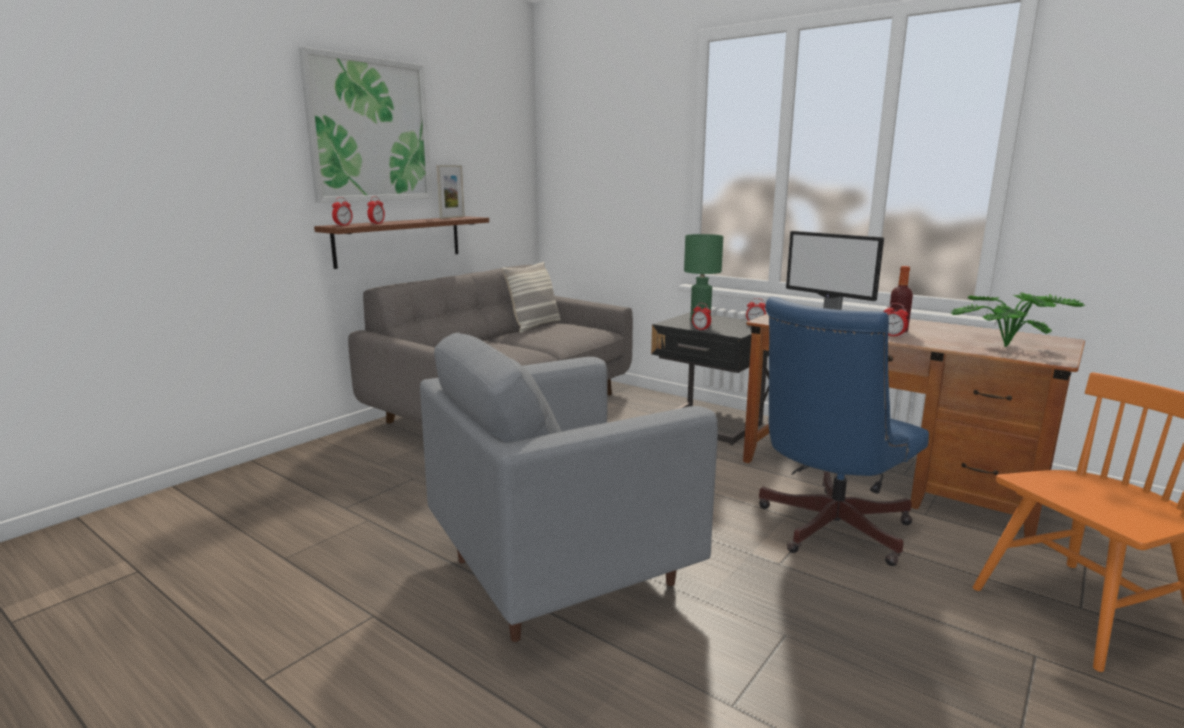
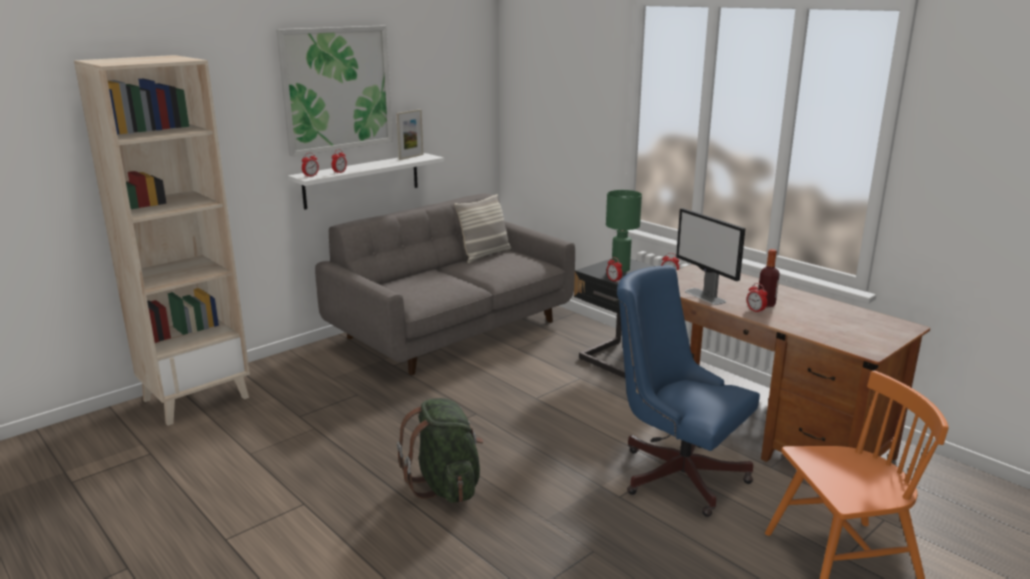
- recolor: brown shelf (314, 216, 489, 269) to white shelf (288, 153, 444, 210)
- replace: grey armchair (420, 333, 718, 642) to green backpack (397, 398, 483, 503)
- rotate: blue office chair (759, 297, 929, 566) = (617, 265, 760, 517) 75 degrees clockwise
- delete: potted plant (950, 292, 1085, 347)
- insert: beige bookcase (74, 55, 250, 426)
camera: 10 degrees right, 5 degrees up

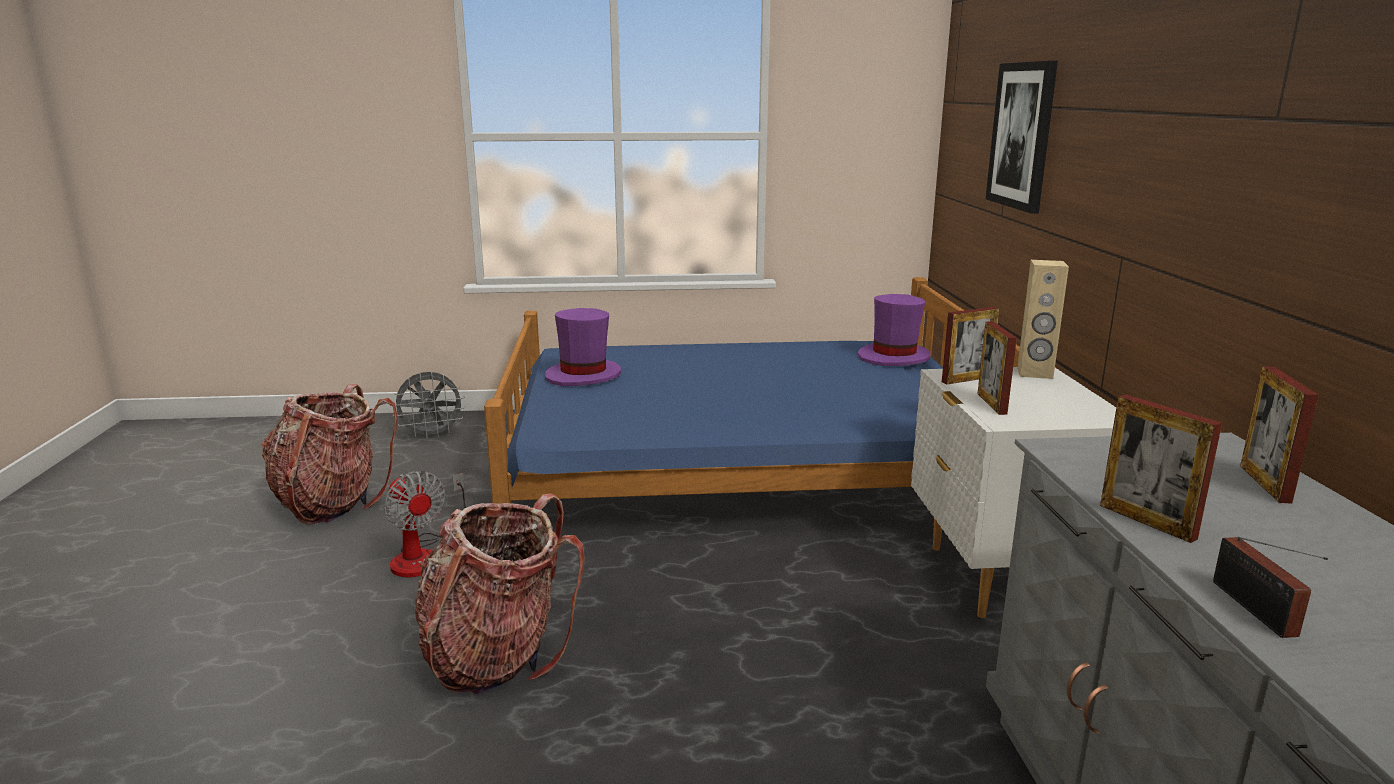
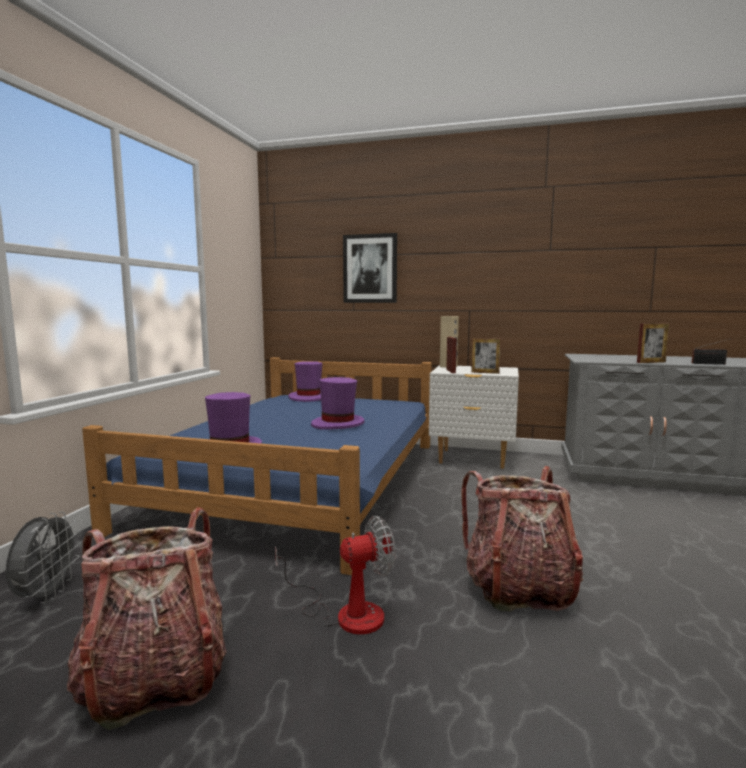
- delete: picture frame (1240, 366, 1319, 504)
- insert: purple hat (311, 377, 364, 429)
camera: 70 degrees left, 10 degrees down

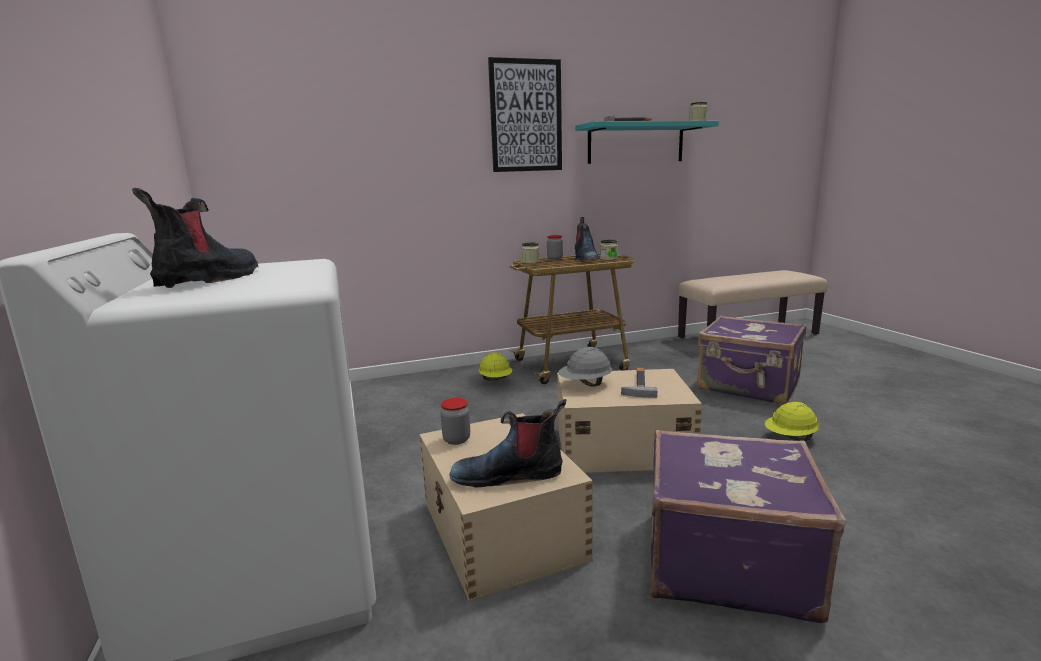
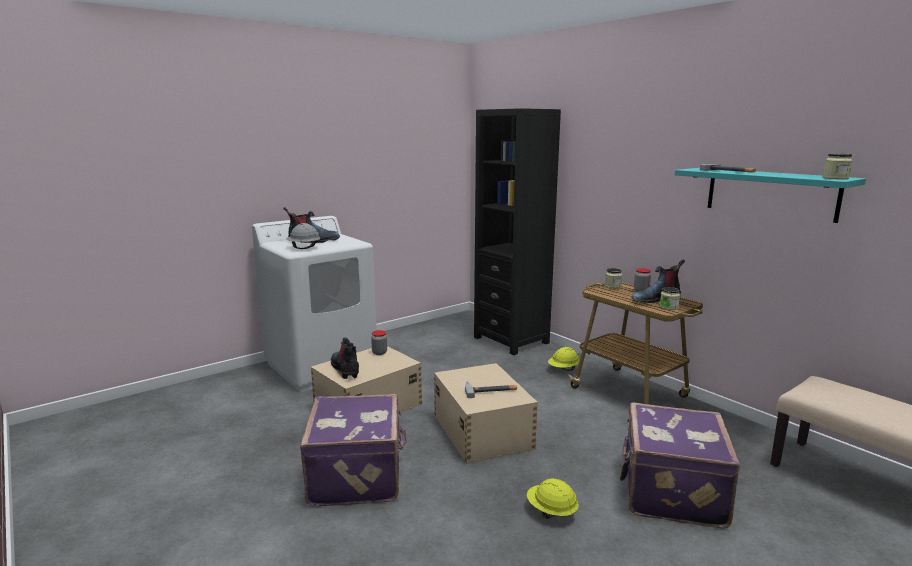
- delete: picture (488, 57, 562, 172)
- move: grey hard hat (558, 347, 612, 387) to (286, 223, 321, 249)
- insert: black bookcase (474, 108, 561, 355)
camera: 70 degrees right, 0 degrees up

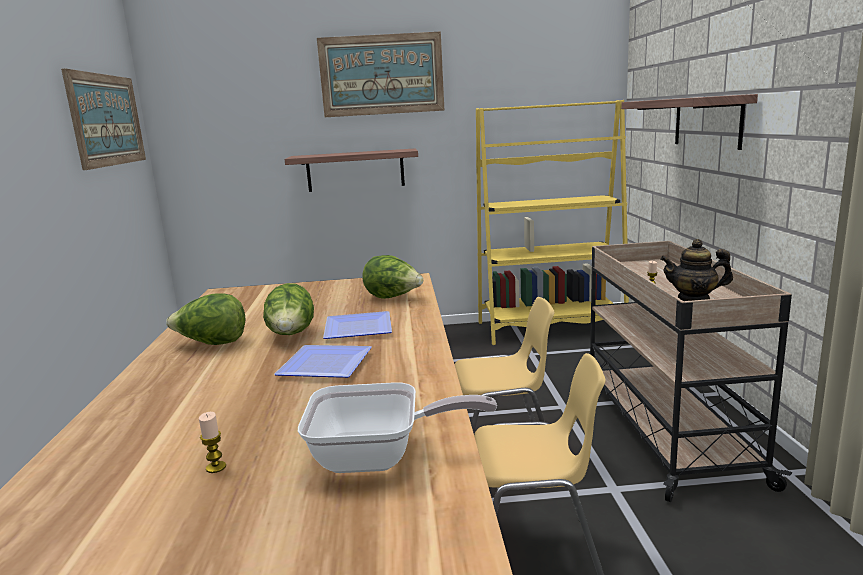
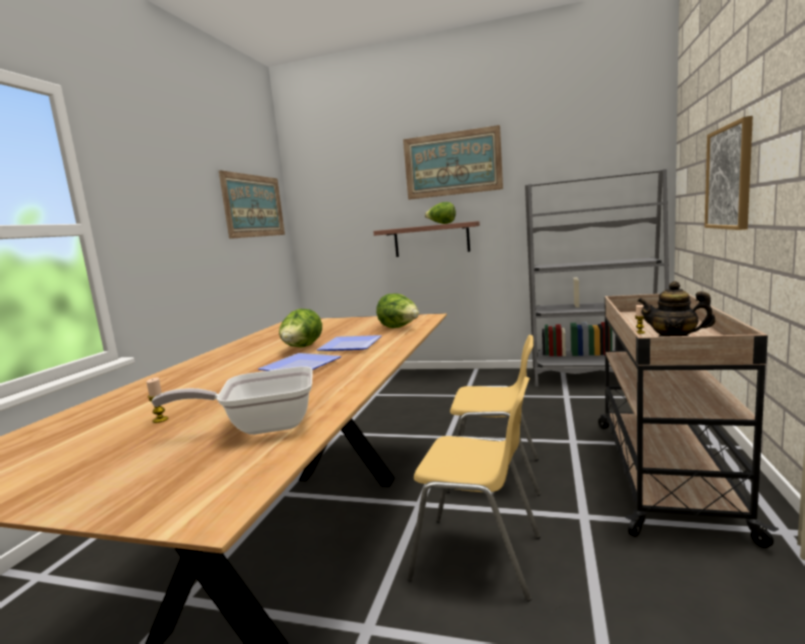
- move: lettuce (166, 294, 245, 345) to (425, 202, 456, 224)
- rotate: frying pan (298, 382, 497, 473) = (151, 366, 313, 435) 150 degrees clockwise
- recolor: yellow bookcase (476, 100, 629, 345) to grey bookcase (525, 169, 669, 387)
- replace: shelf (621, 94, 758, 150) to picture (705, 116, 753, 230)
camera: 20 degrees right, 5 degrees down

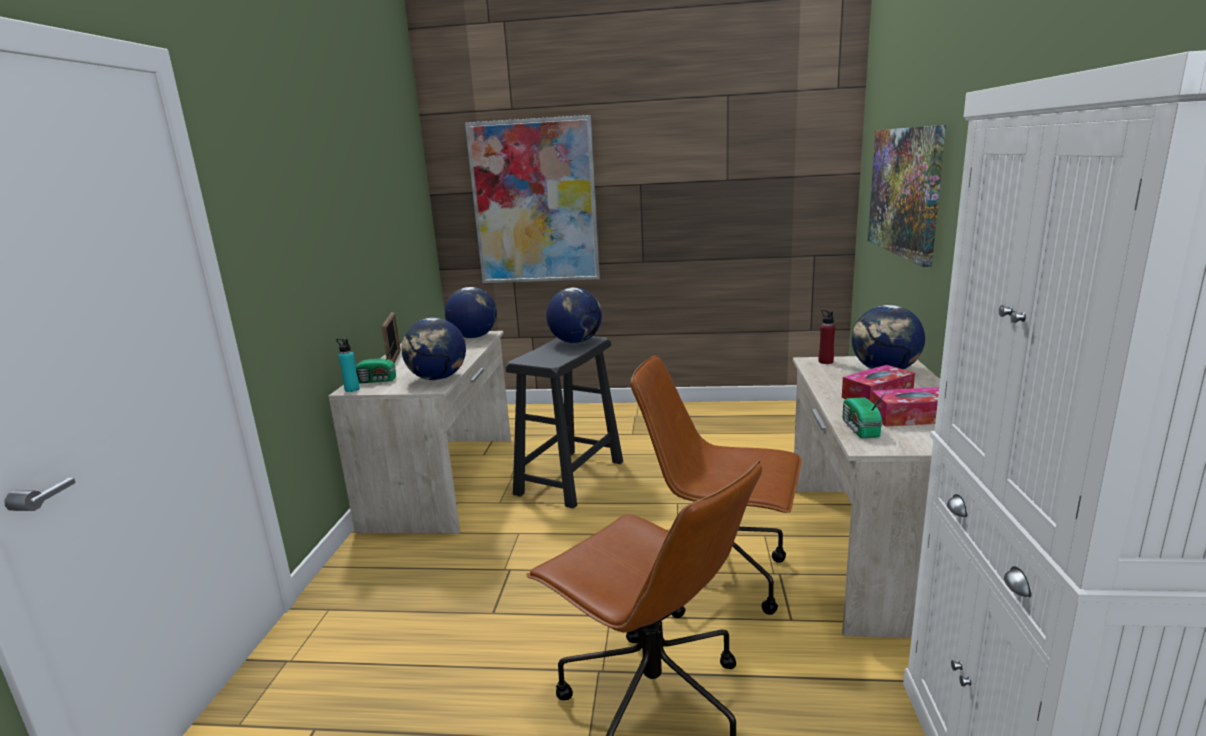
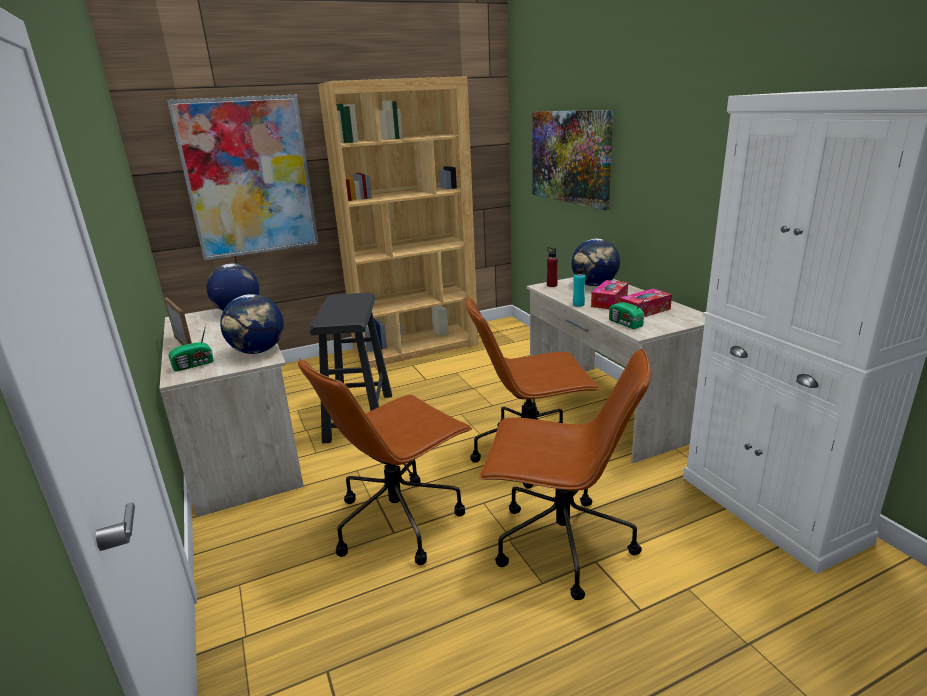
- move: turquoise bottle (336, 338, 360, 392) to (573, 263, 585, 307)
- delete: globe (546, 287, 602, 343)
- insert: brown office chair (298, 358, 473, 565)
- insert: brown bookcase (318, 76, 478, 368)
camera: 30 degrees left, 5 degrees up

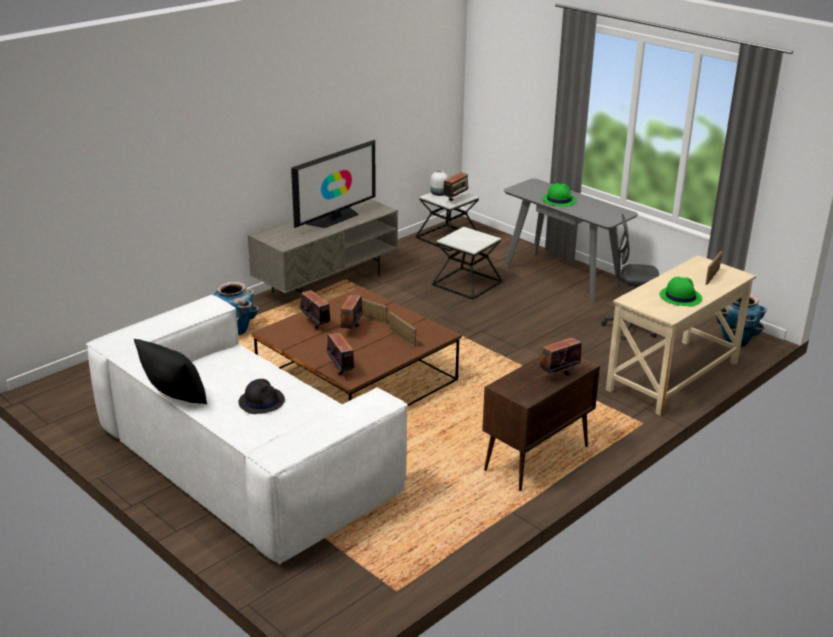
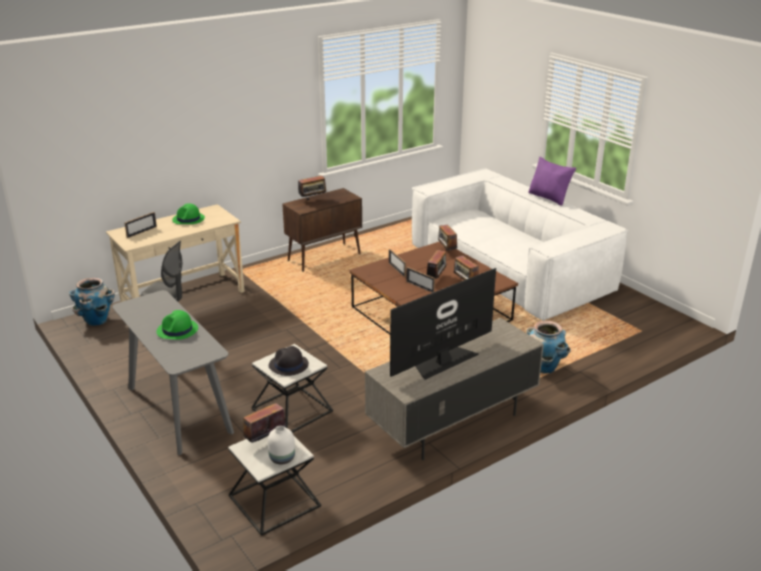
- recolor: black pillow (134, 339, 207, 404) to purple pillow (528, 157, 576, 206)
- move: black hat (238, 379, 285, 414) to (269, 346, 309, 376)
camera: 170 degrees left, 0 degrees up

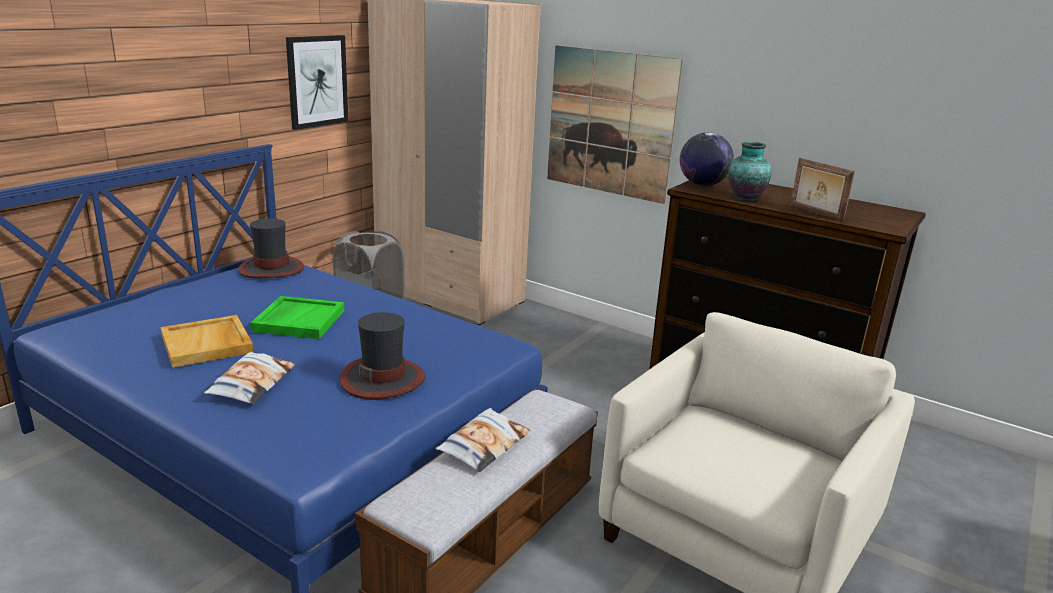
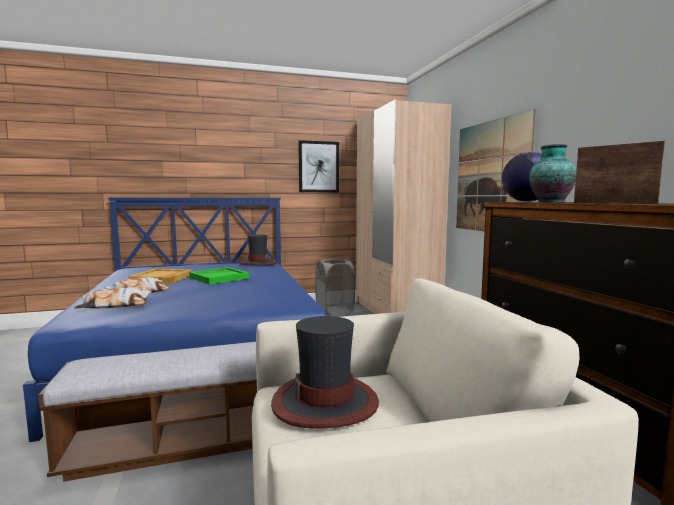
- move: hat (340, 312, 425, 400) to (271, 316, 379, 429)
- move: pillow (435, 408, 531, 472) to (74, 288, 151, 309)
- rotate: picture frame (790, 158, 855, 221) = (574, 141, 665, 204) 135 degrees clockwise
camera: 40 degrees right, 15 degrees down

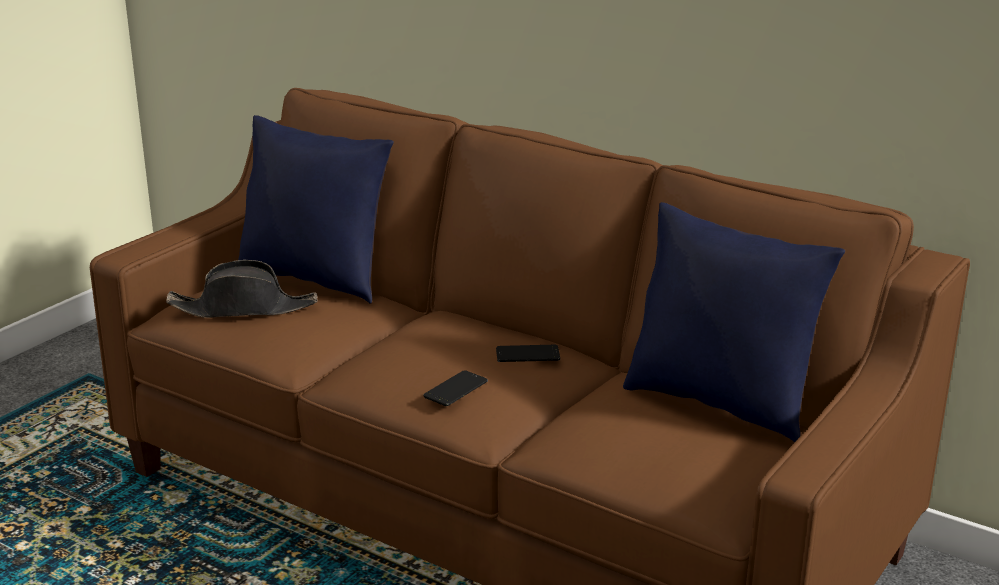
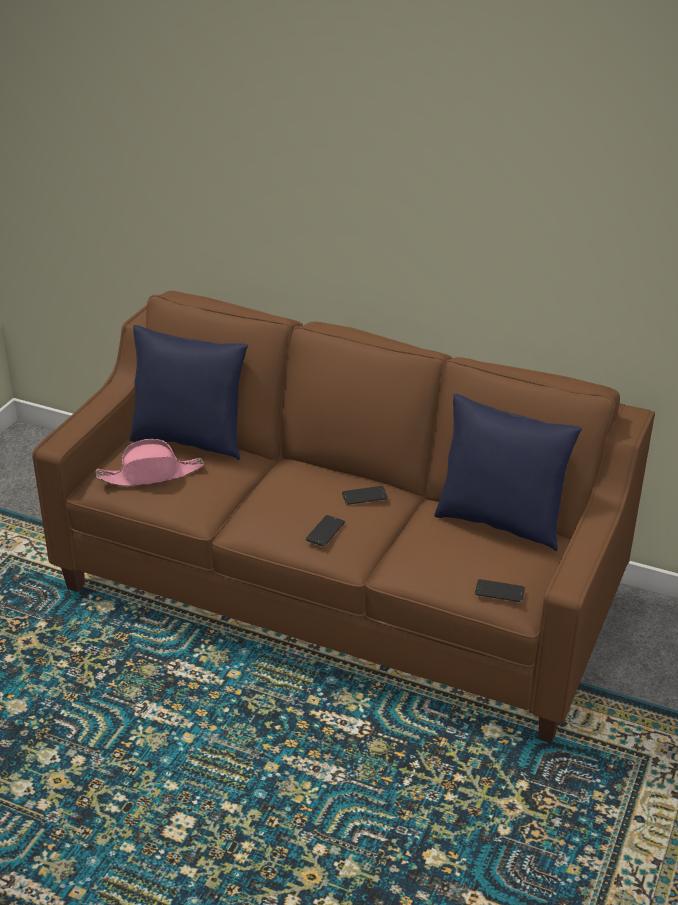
- recolor: black hat (166, 260, 318, 318) to pink hat (96, 439, 204, 487)
- insert: phone (475, 579, 525, 602)
camera: 10 degrees left, 10 degrees up

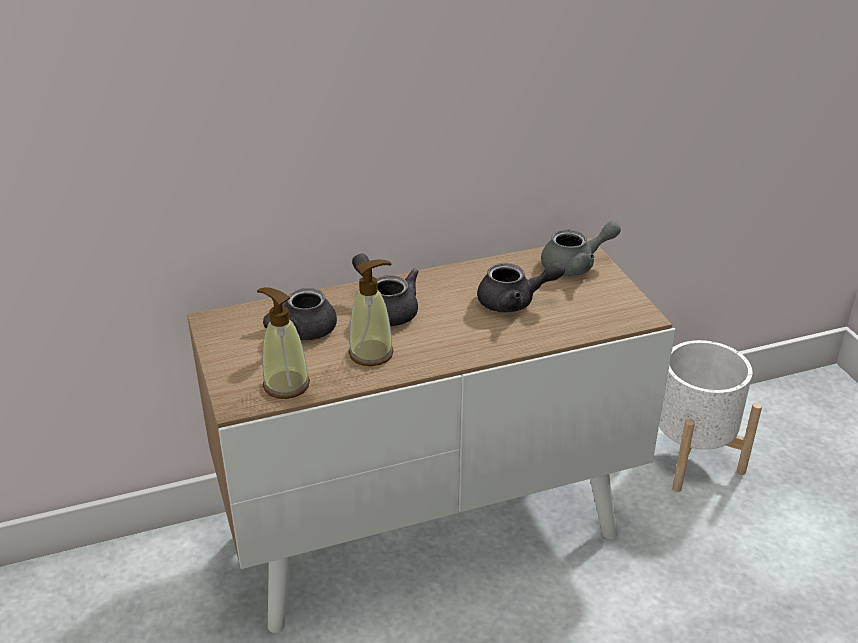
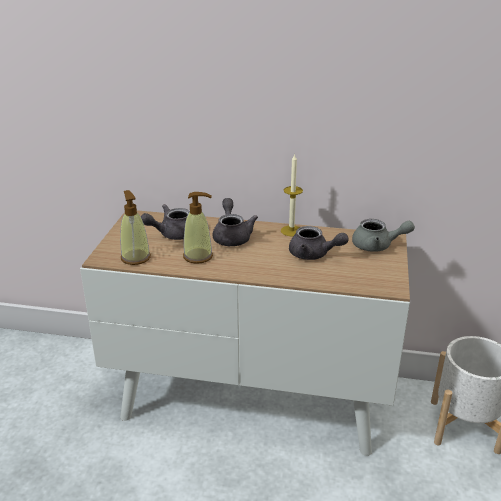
- insert: candle (281, 154, 303, 236)
camera: 30 degrees right, 5 degrees down

